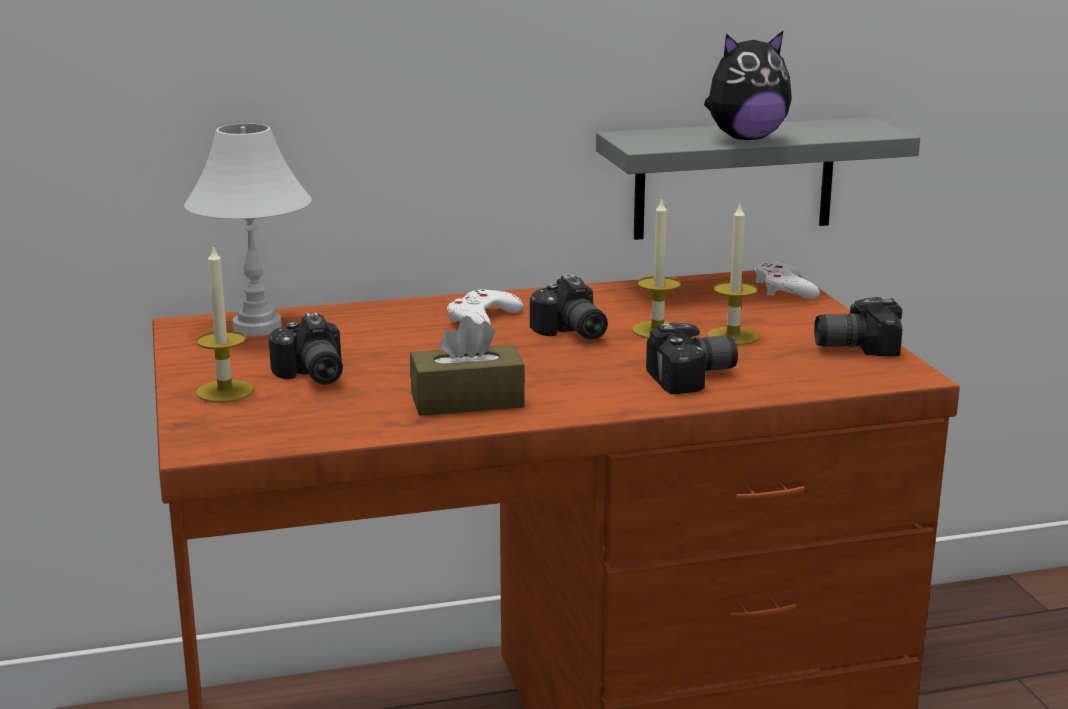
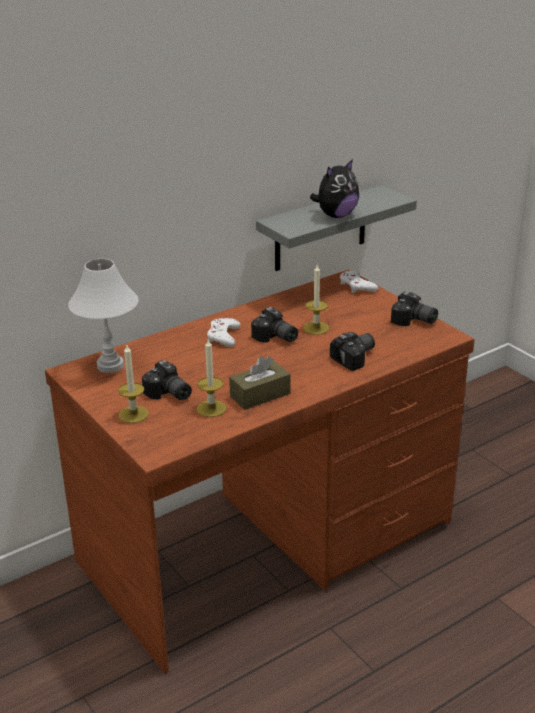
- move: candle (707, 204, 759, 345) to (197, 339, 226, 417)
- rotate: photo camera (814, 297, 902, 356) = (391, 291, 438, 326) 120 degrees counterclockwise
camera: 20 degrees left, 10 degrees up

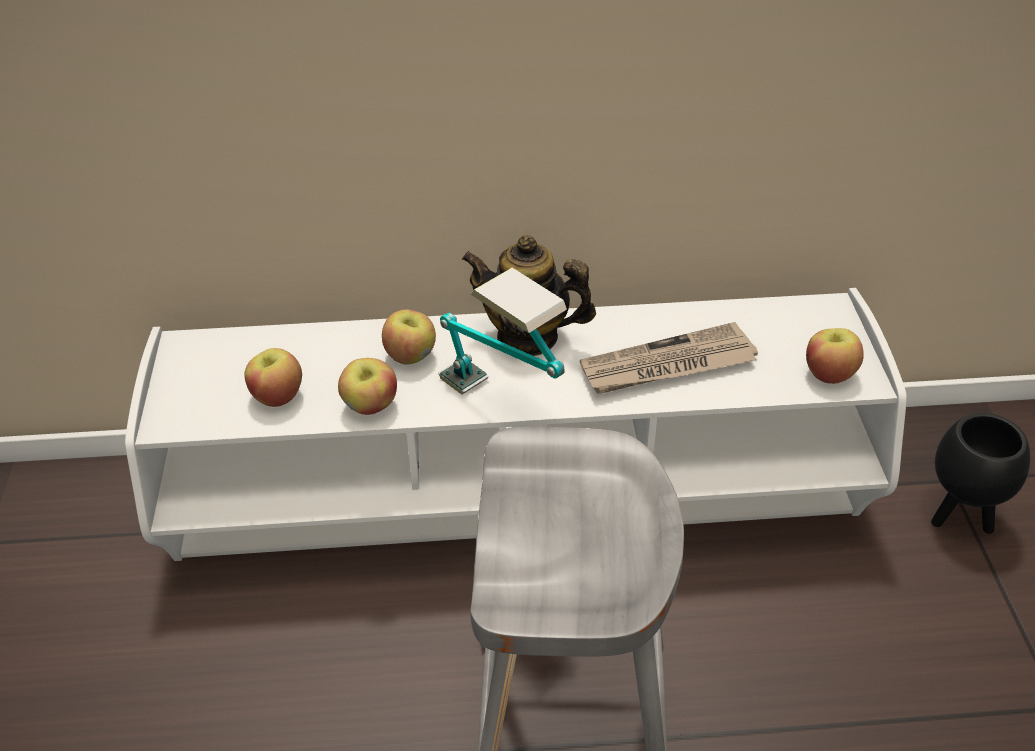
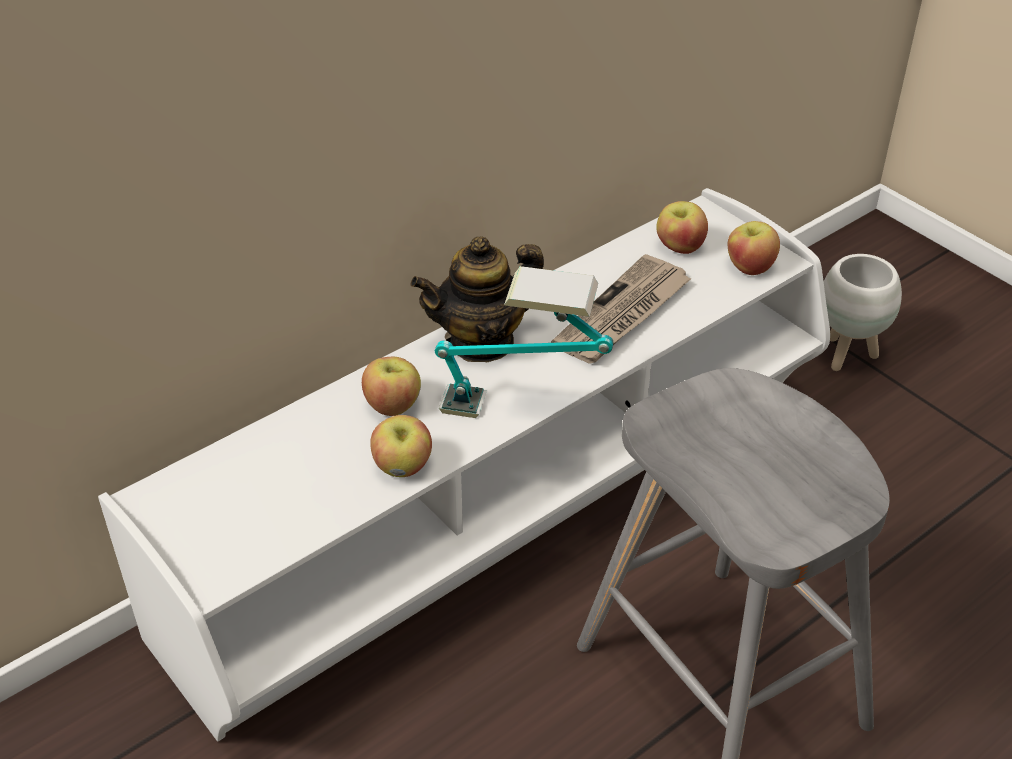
- move: apple (244, 348, 302, 407) to (656, 201, 708, 254)
- recolor: black planter (931, 413, 1030, 534) to white planter (824, 254, 902, 371)
camera: 35 degrees left, 0 degrees up

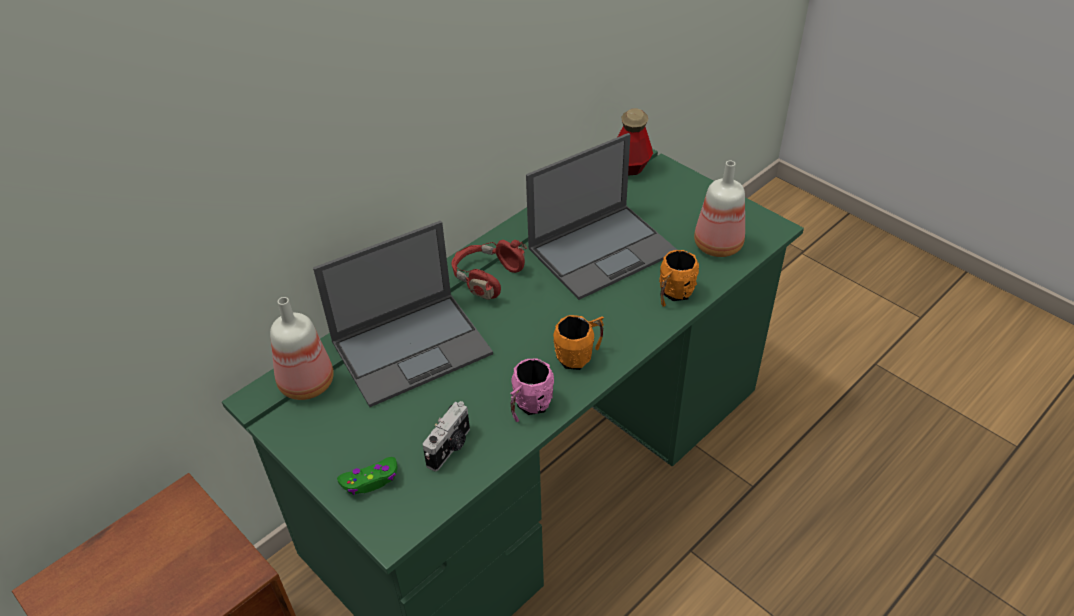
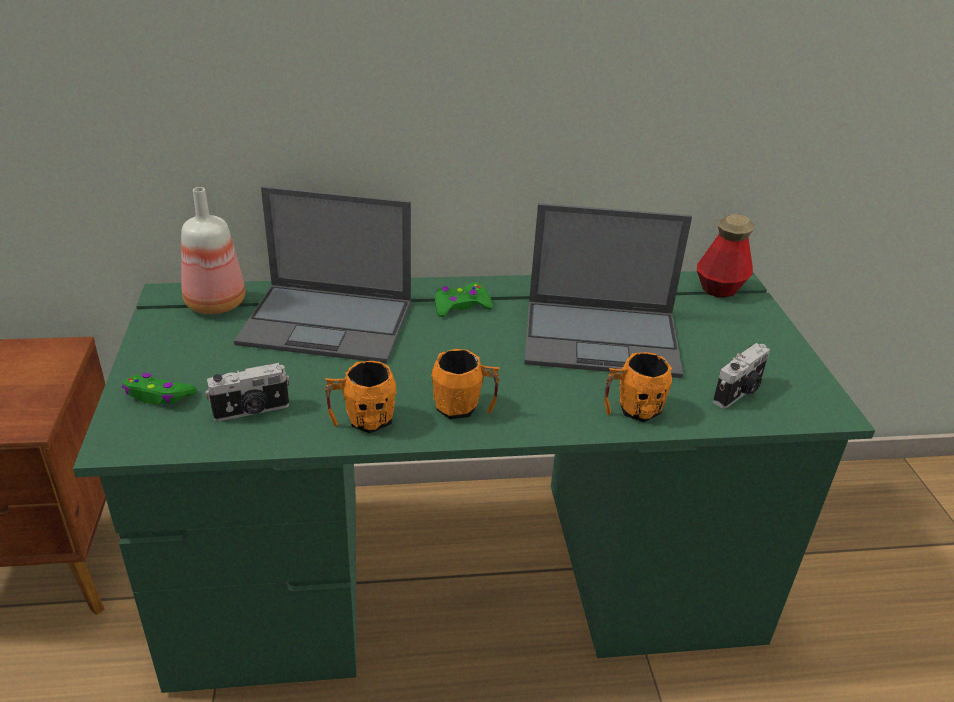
- replace: red headphones (451, 240, 528, 300) to green game controller (435, 282, 493, 317)
- recolor: pink mug (510, 358, 554, 422) to orange mug (325, 361, 396, 434)
- replace: bottle (694, 160, 745, 257) to photo camera (713, 343, 770, 409)
camera: 35 degrees right, 10 degrees down

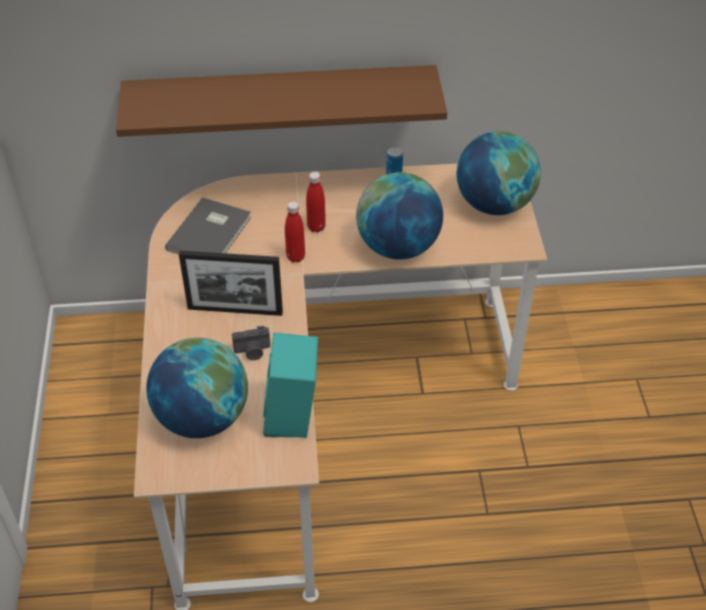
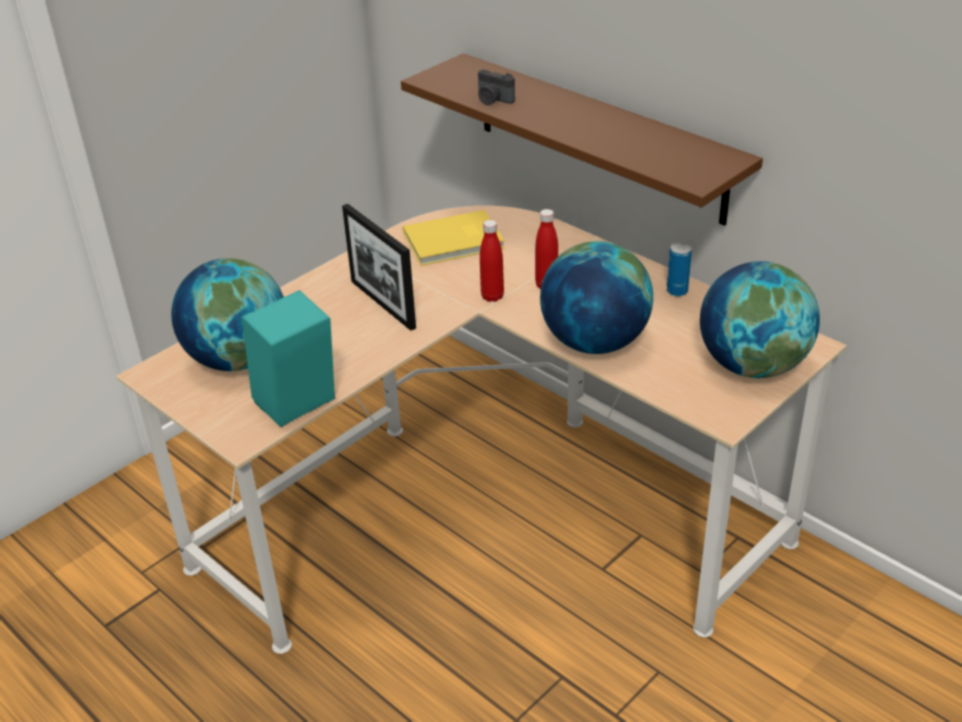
- recolor: grey book (165, 197, 251, 254) to yellow book (403, 210, 505, 266)
- move: photo camera (232, 326, 271, 360) to (478, 69, 515, 105)
camera: 50 degrees right, 10 degrees down

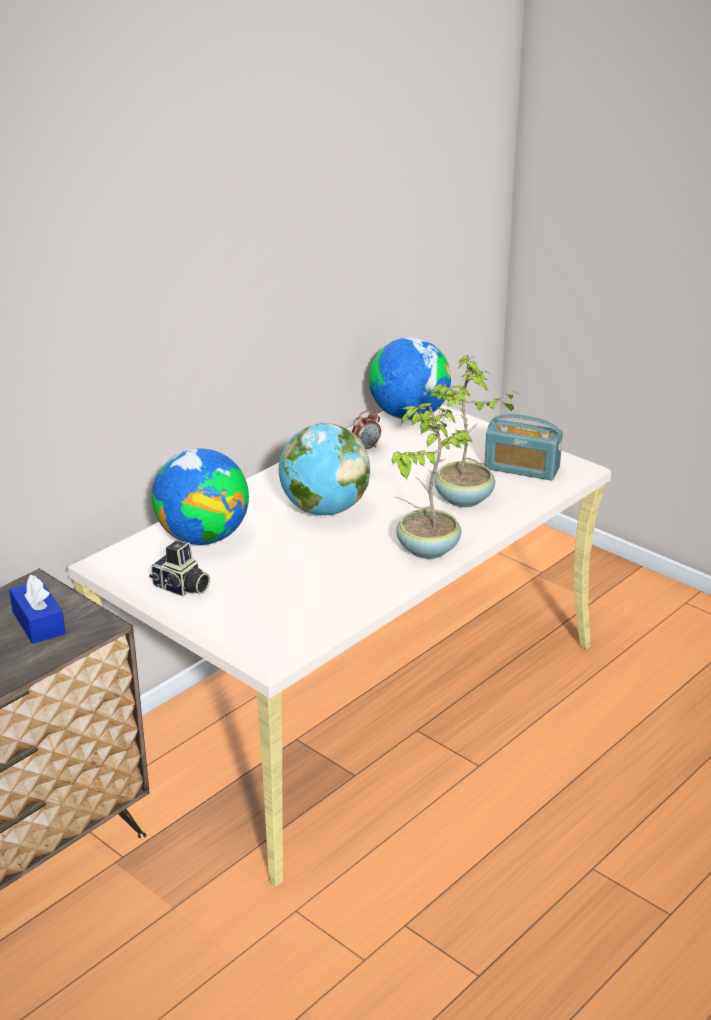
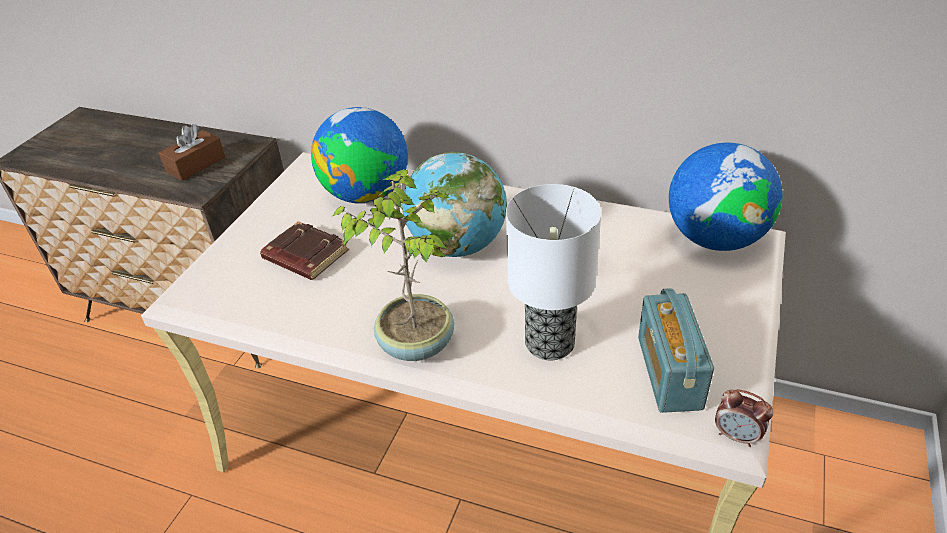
- recolor: blue tissue box (9, 575, 65, 644) to brown tissue box (159, 124, 225, 181)
- delete: photo camera (149, 541, 210, 597)
- move: alarm clock (351, 410, 381, 449) to (715, 389, 773, 447)
- replace: potted plant (428, 355, 522, 507) to table lamp (506, 184, 601, 360)
- insert: brown book (260, 221, 349, 280)
camera: 70 degrees right, 10 degrees up

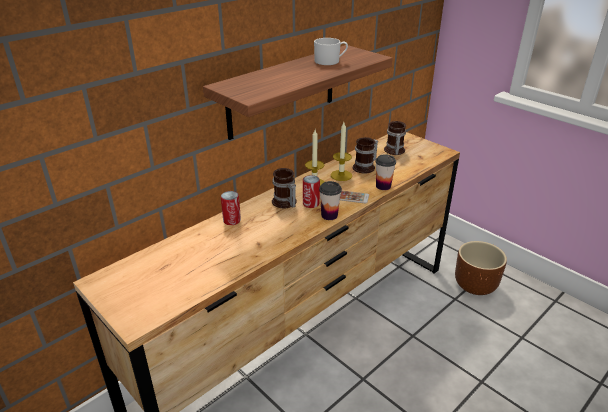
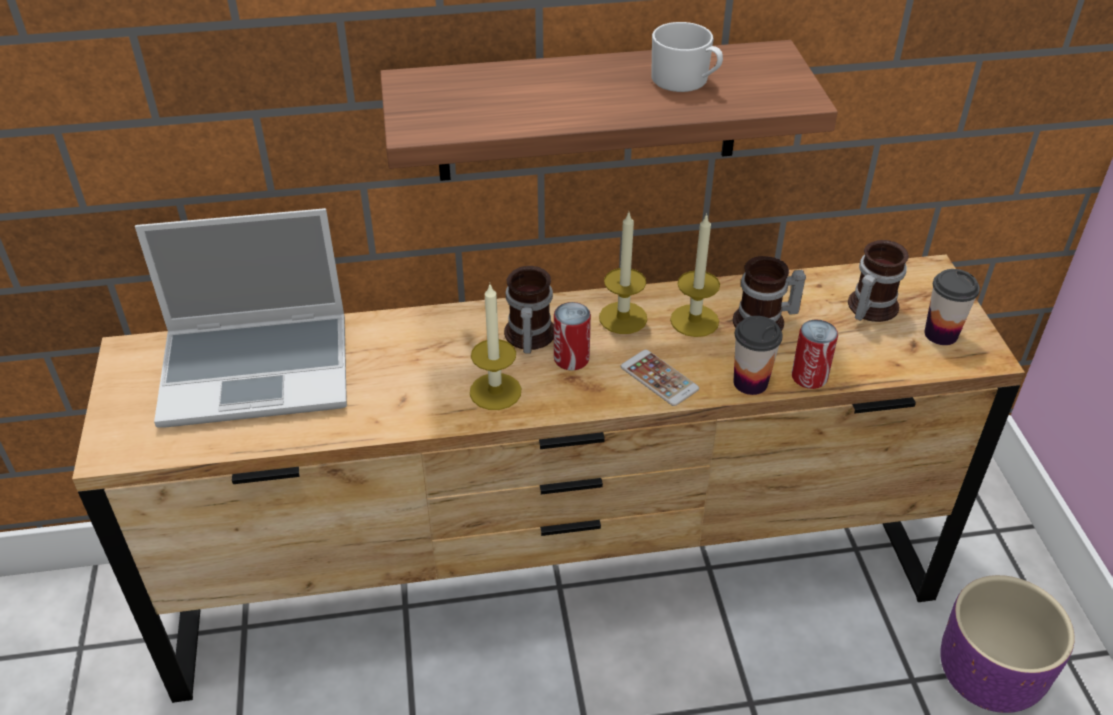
- move: can (221, 191, 241, 225) to (792, 319, 838, 389)
- move: cup (319, 181, 342, 220) to (924, 269, 980, 345)
- recolor: brown planter (455, 241, 507, 295) to purple planter (940, 575, 1075, 713)
- insert: laptop (135, 208, 347, 428)
- insert: candle (470, 285, 521, 410)
camera: 35 degrees right, 10 degrees up

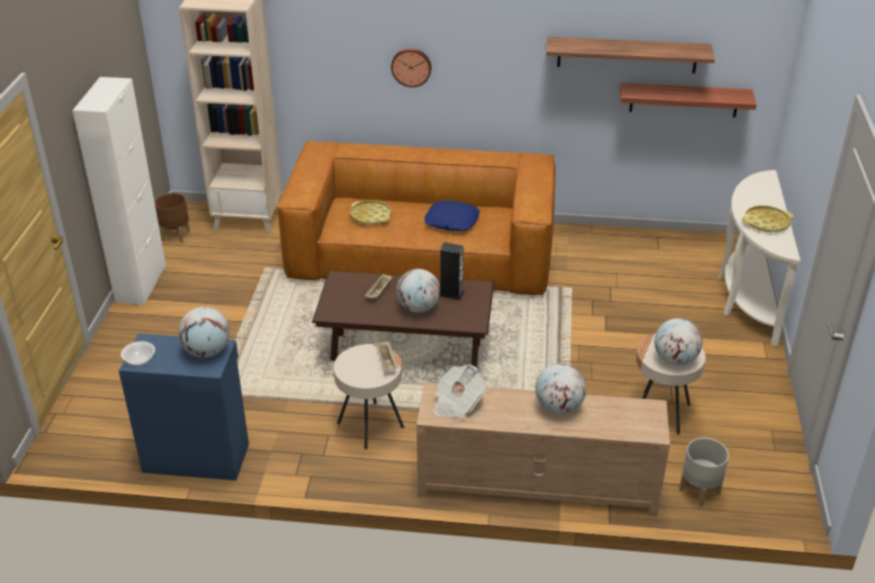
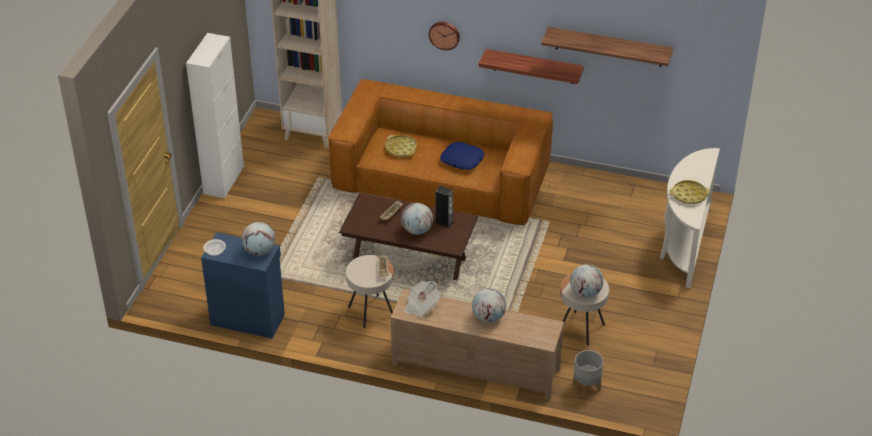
- delete: brown planter (155, 193, 190, 243)
- move: shelf (620, 83, 757, 117) to (479, 49, 584, 84)
camera: 10 degrees right, 5 degrees up

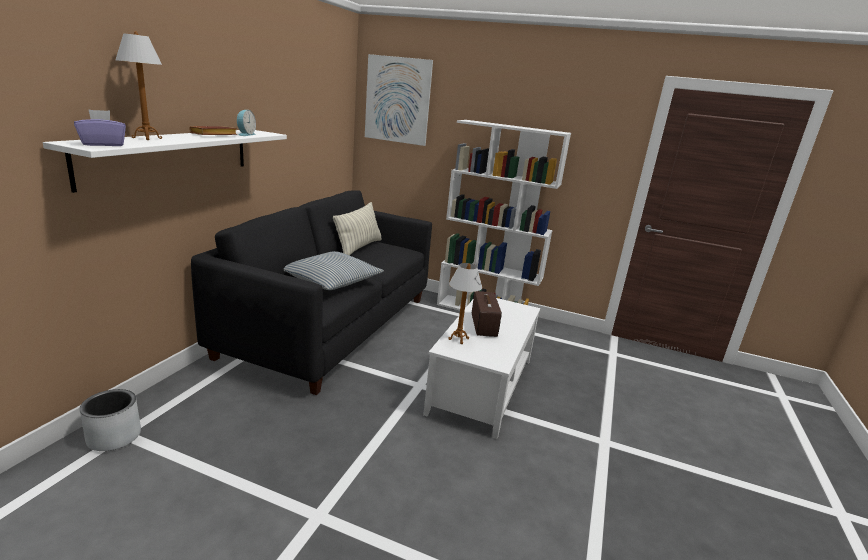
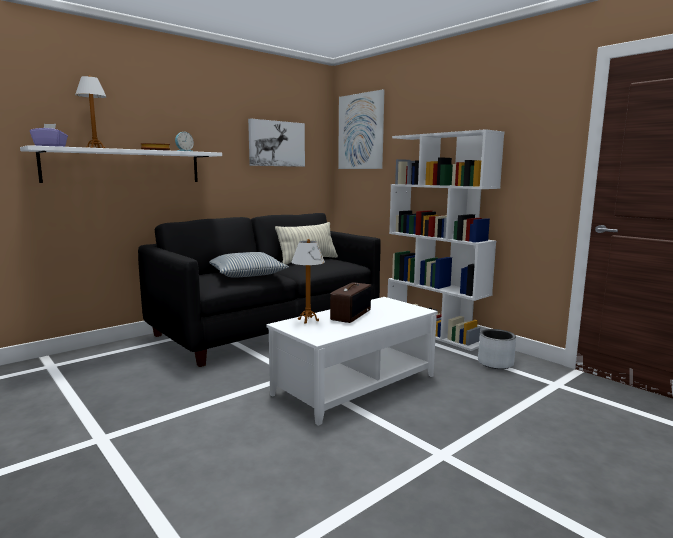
- move: grey planter (80, 389, 141, 451) to (478, 329, 516, 369)
- insert: picture (248, 118, 305, 167)
camera: 30 degrees right, 10 degrees down

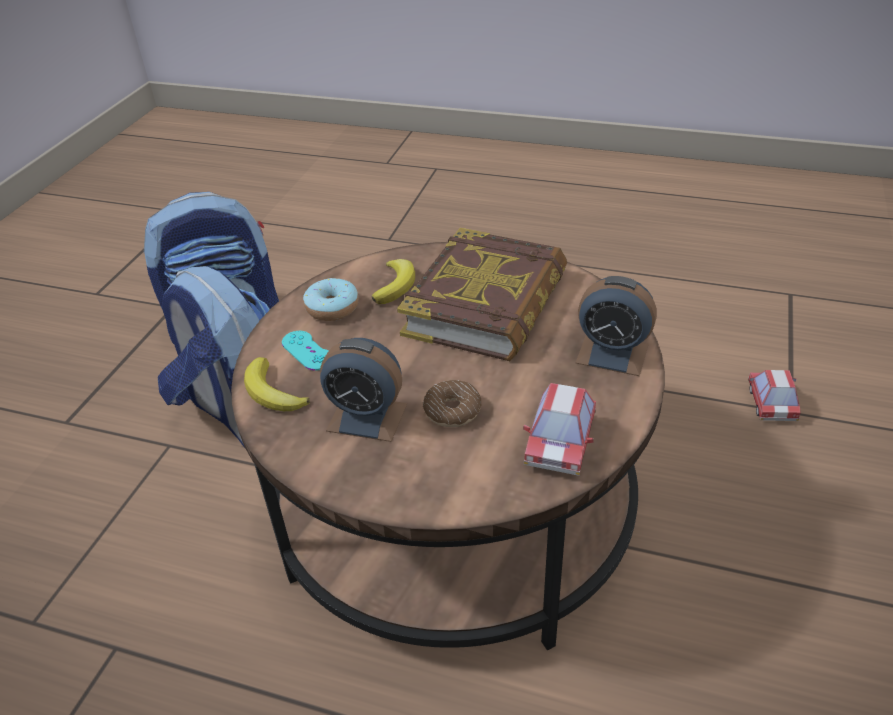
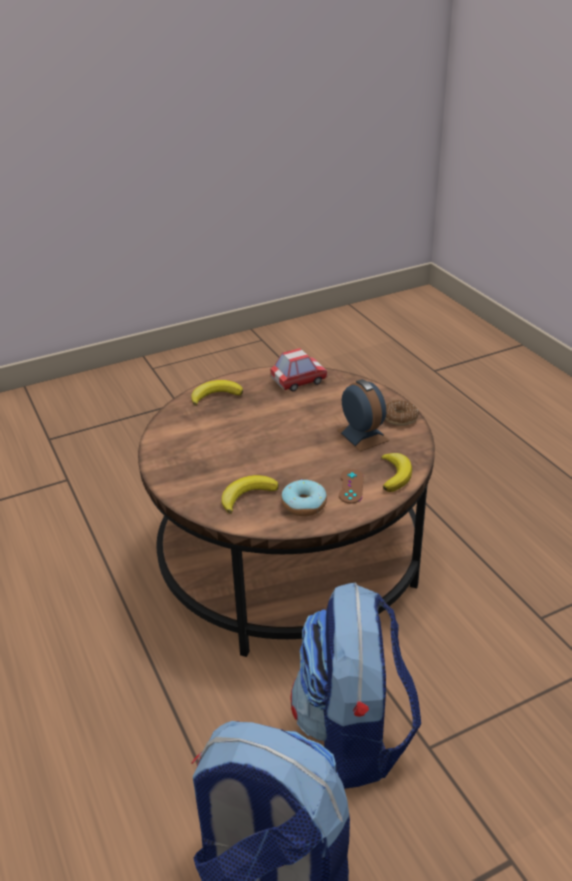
- recolor: turquoise game controller (282, 331, 329, 371) to brown game controller (339, 469, 364, 504)
- delete: book (397, 228, 567, 361)
- move: donut (423, 380, 482, 427) to (385, 400, 419, 426)
- replace: alarm clock (575, 276, 657, 376) to banana (191, 380, 243, 406)
- delete: toy car (748, 370, 801, 421)
camera: 135 degrees left, 5 degrees down

